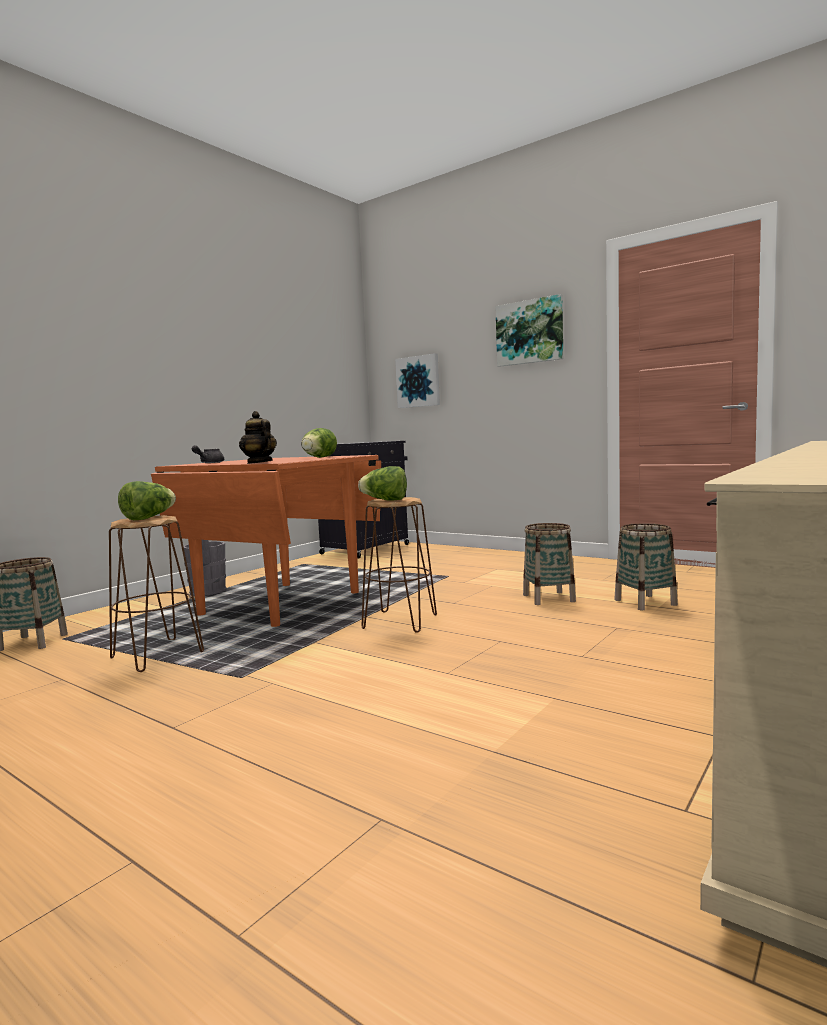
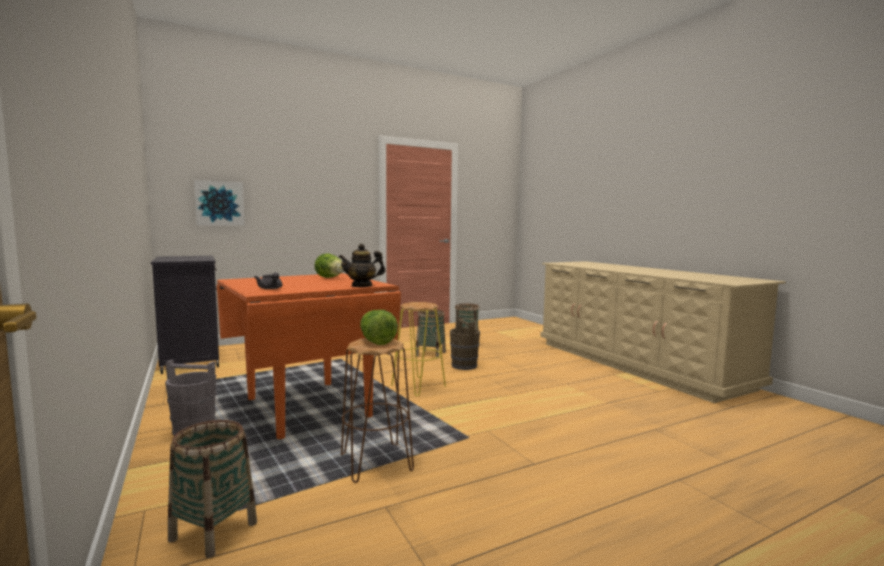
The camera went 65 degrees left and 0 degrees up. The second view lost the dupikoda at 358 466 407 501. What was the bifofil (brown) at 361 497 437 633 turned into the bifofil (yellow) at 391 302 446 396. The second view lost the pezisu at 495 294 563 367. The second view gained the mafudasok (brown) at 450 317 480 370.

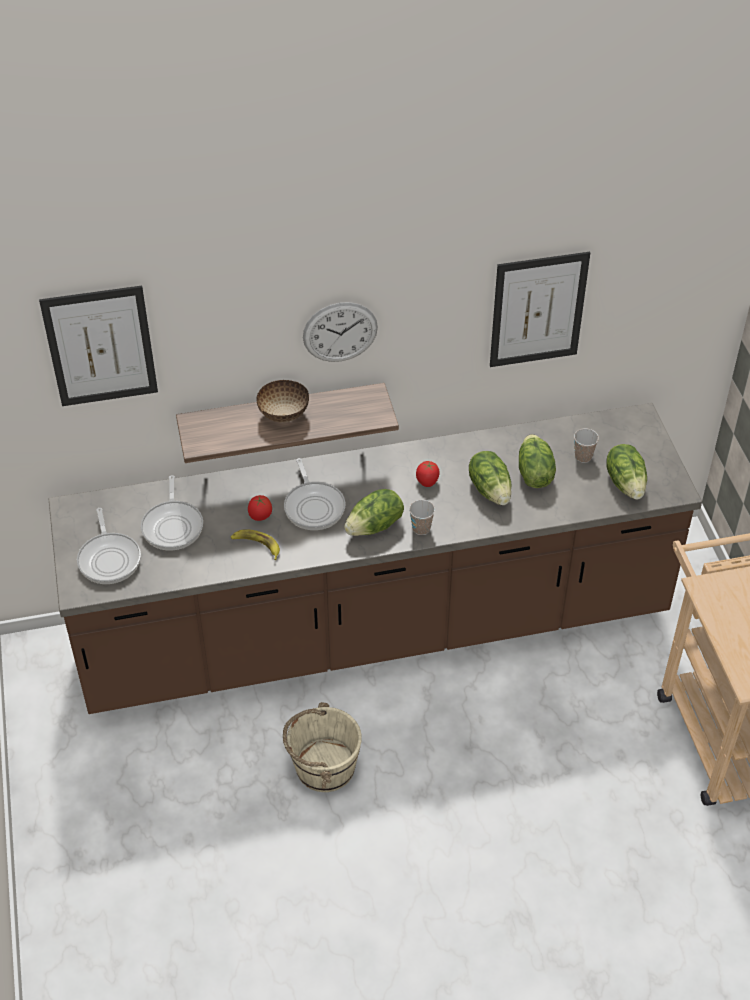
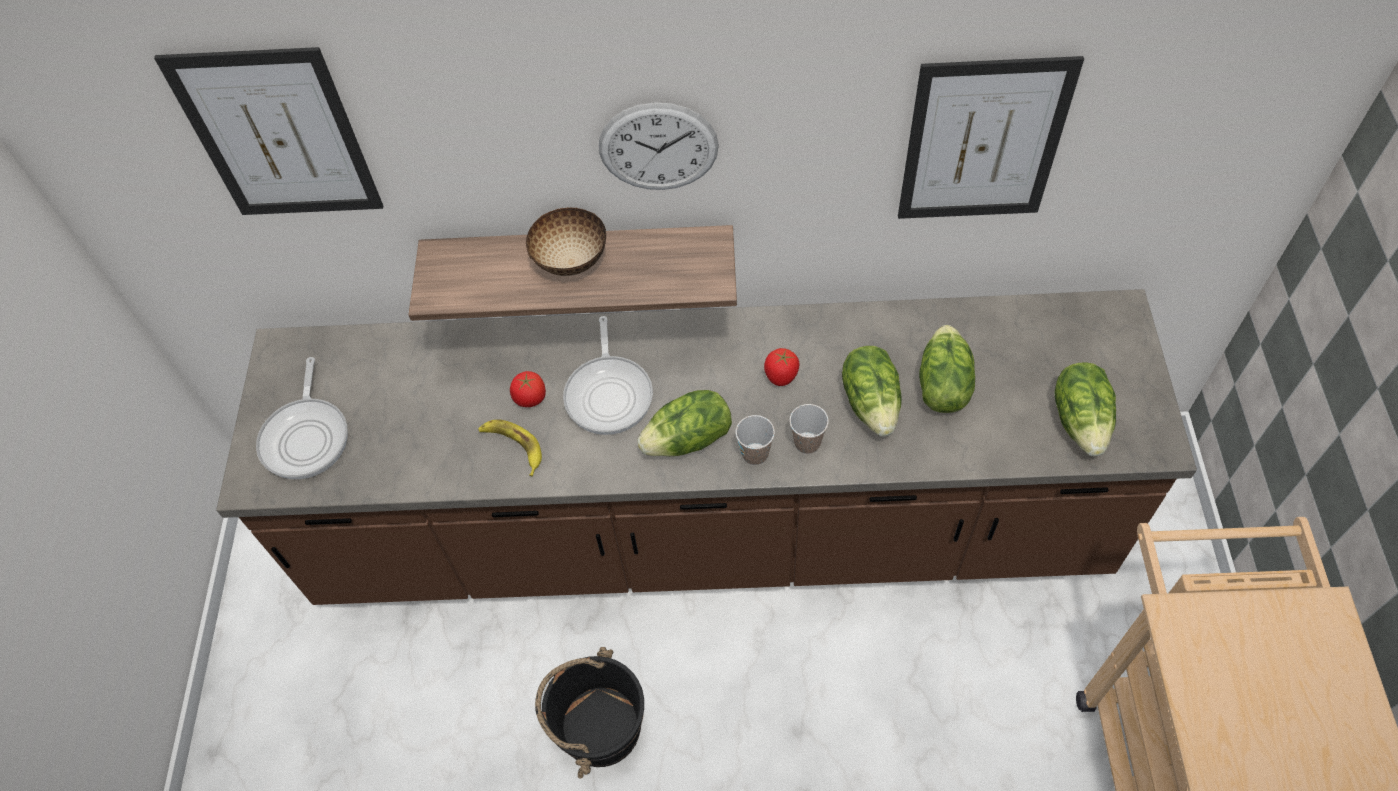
The camera went 15 degrees right and 10 degrees up. The second view lost the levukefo at 141 475 203 550. What was the mafudasok (beige) at 283 702 362 792 turned into the mafudasok (black) at 535 647 644 779. The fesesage ended up elsewhere, having gone from 574 428 599 463 to 789 404 829 454.

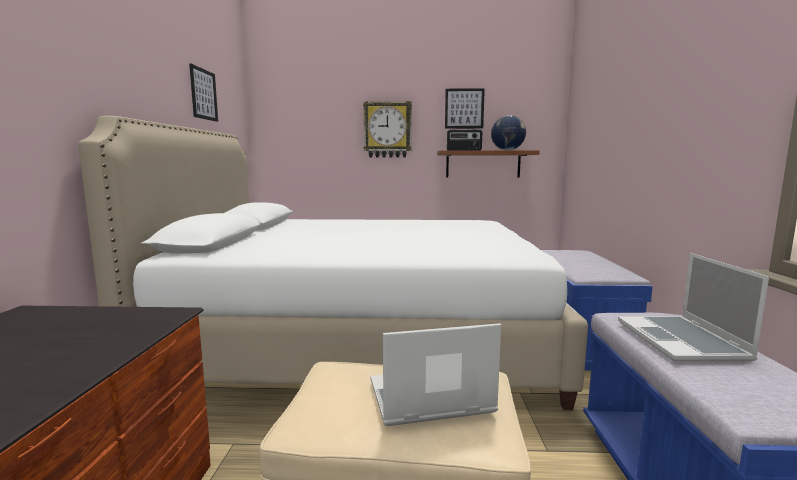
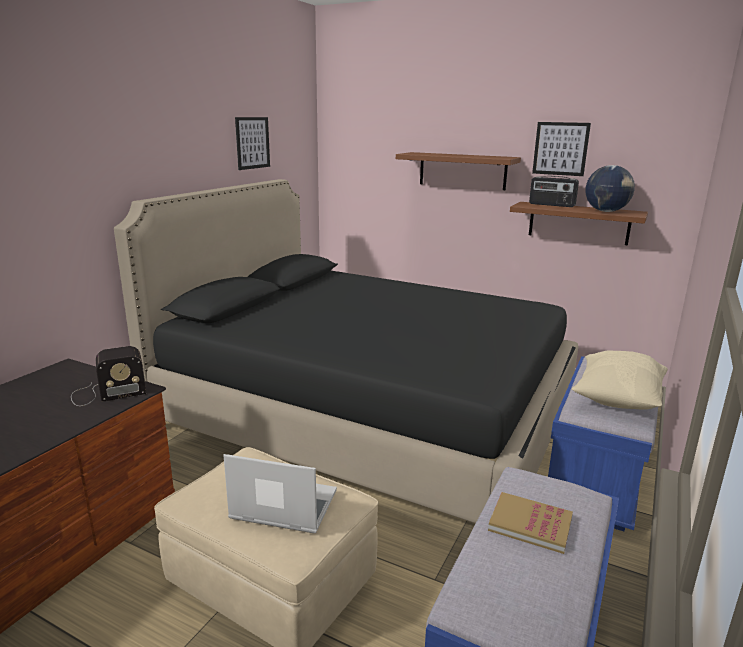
The camera went 25 degrees right and 10 degrees up. What was the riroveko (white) at 78 116 588 410 turned into the riroveko (black) at 114 179 578 523. Where the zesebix hung at 363 101 412 158, the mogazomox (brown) came to hang at 396 152 521 190. Where the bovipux stood at 618 253 769 361, the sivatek came to stand at 488 492 573 554. The second view gained the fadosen at 71 346 146 406. The second view gained the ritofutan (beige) at 572 351 668 410.

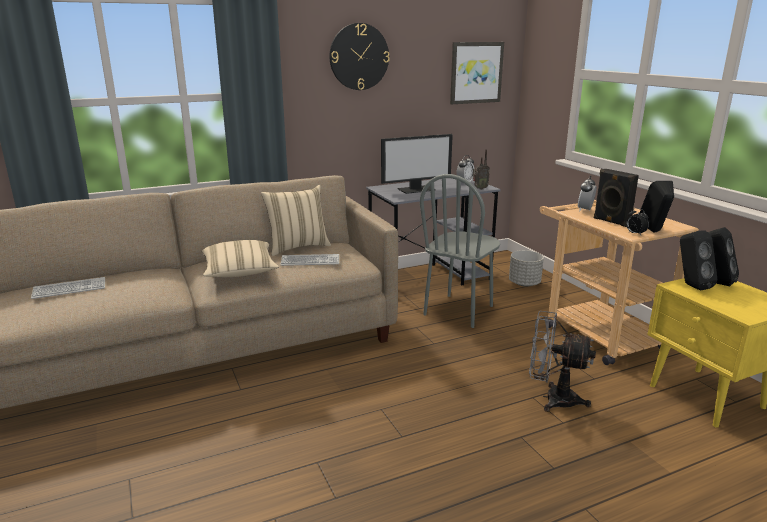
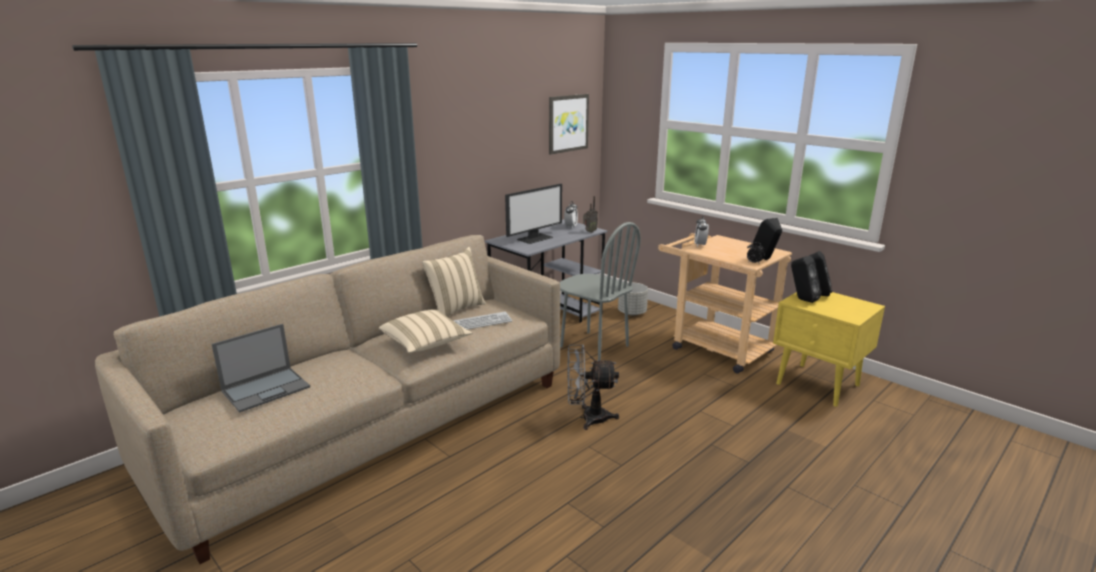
The camera went 20 degrees left and 0 degrees up. Where the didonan stood at 31 277 105 299, the bovipux came to stand at 212 324 310 412. The second view lost the zesebix at 329 23 390 90. The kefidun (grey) at 420 174 500 328 ended up facing another way, 60 degrees counterclockwise from before. The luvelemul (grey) ended up elsewhere, having gone from 529 311 596 412 to 567 345 619 430. The second view lost the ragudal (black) at 594 169 639 227.

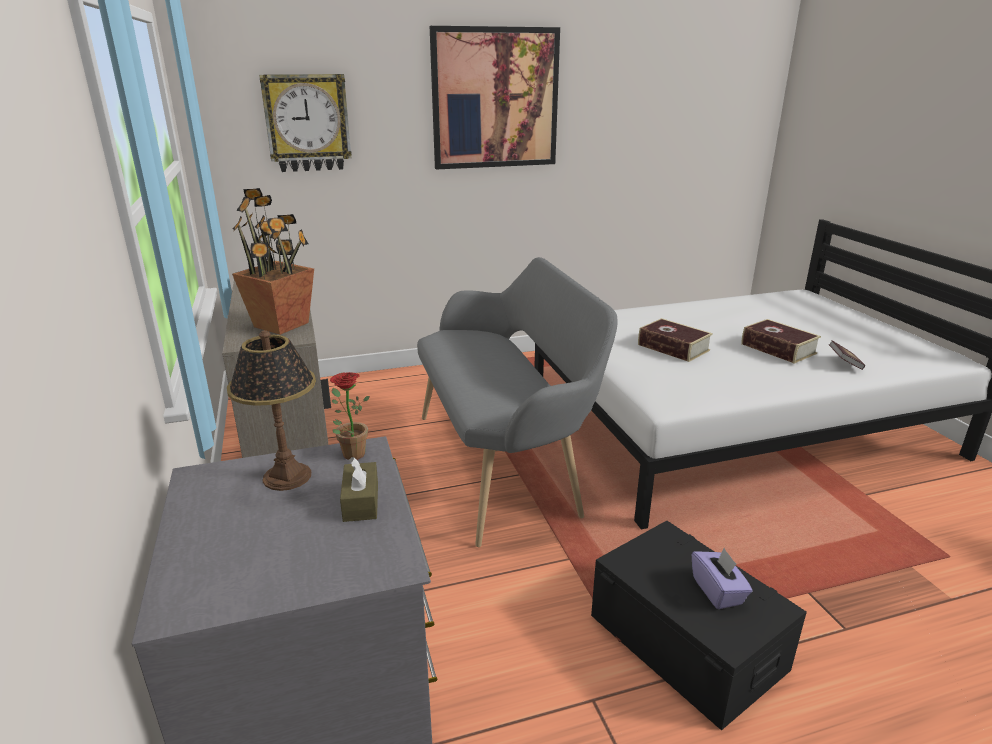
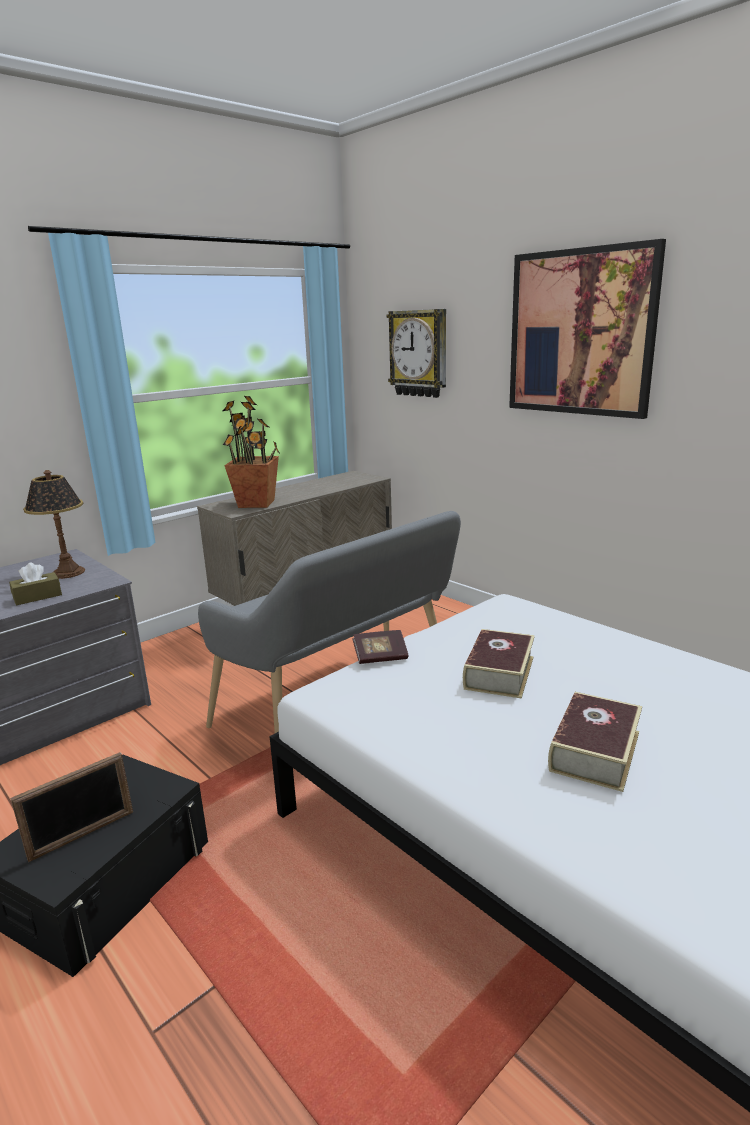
The camera went 65 degrees right and 5 degrees down. The second view lost the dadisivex at 330 372 370 460. Where the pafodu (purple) stood at 692 548 753 609, the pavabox came to stand at 10 752 133 862. The sivatek ended up elsewhere, having gone from 829 340 865 370 to 353 630 409 664.

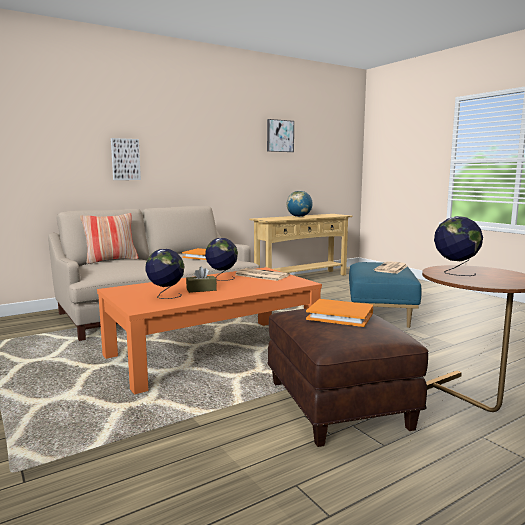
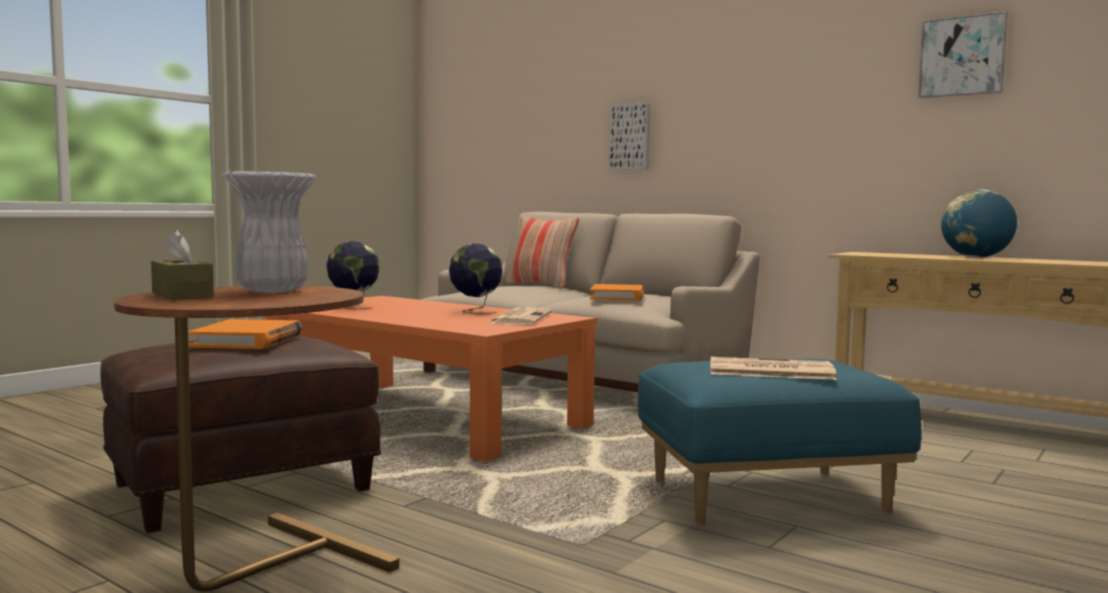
The camera went 70 degrees right and 5 degrees down. The pafodu (brown) ended up elsewhere, having gone from 186 267 217 293 to 151 230 214 300. Where the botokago stood at 434 216 483 276, the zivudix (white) came to stand at 223 171 316 293.

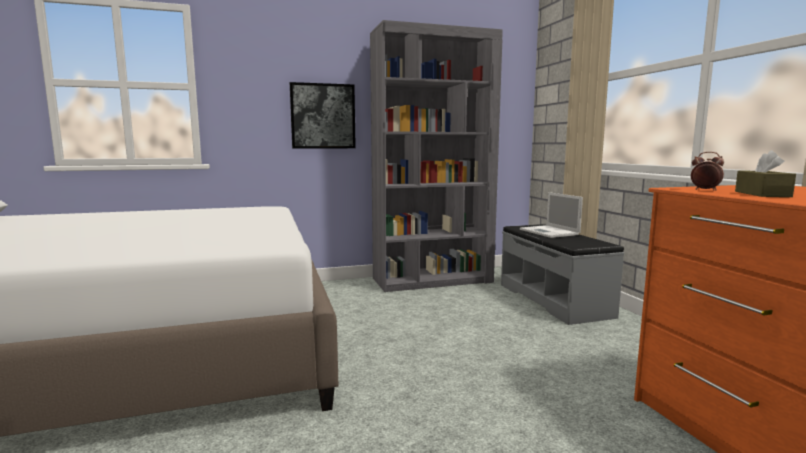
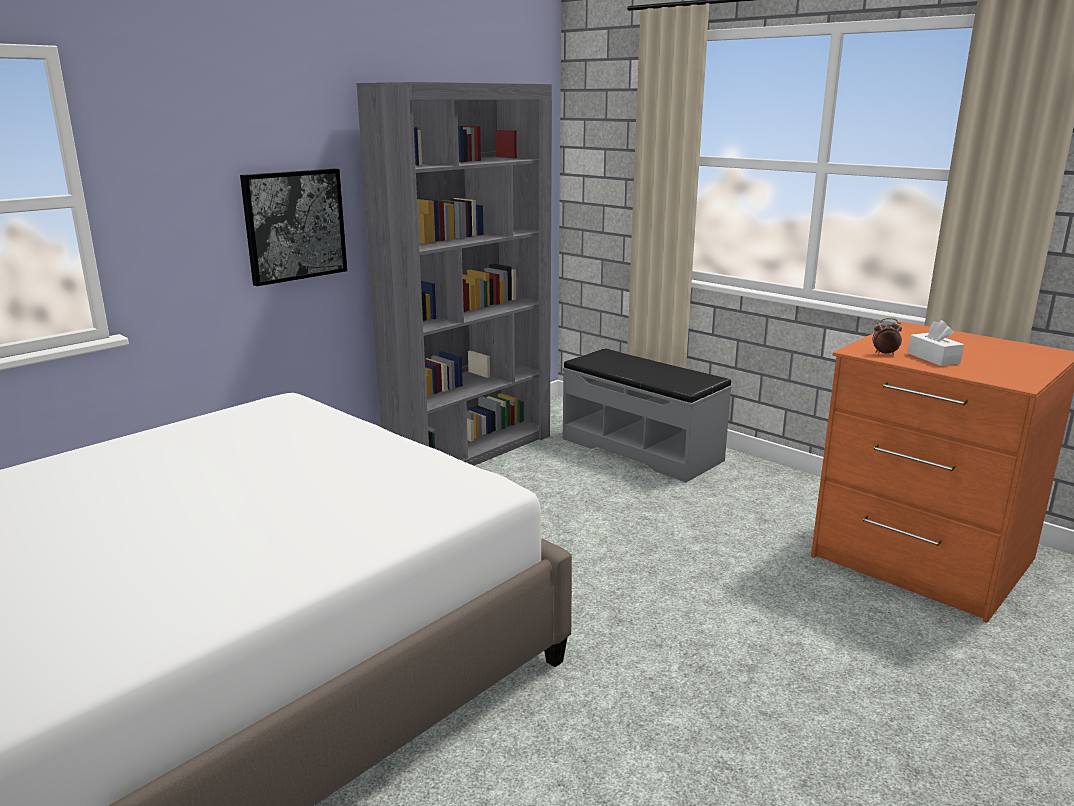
The camera went 30 degrees left and 10 degrees up. The second view lost the bovipux at 520 192 583 238. What was the pafodu (brown) at 735 150 796 197 turned into the pafodu (white) at 908 320 964 366.

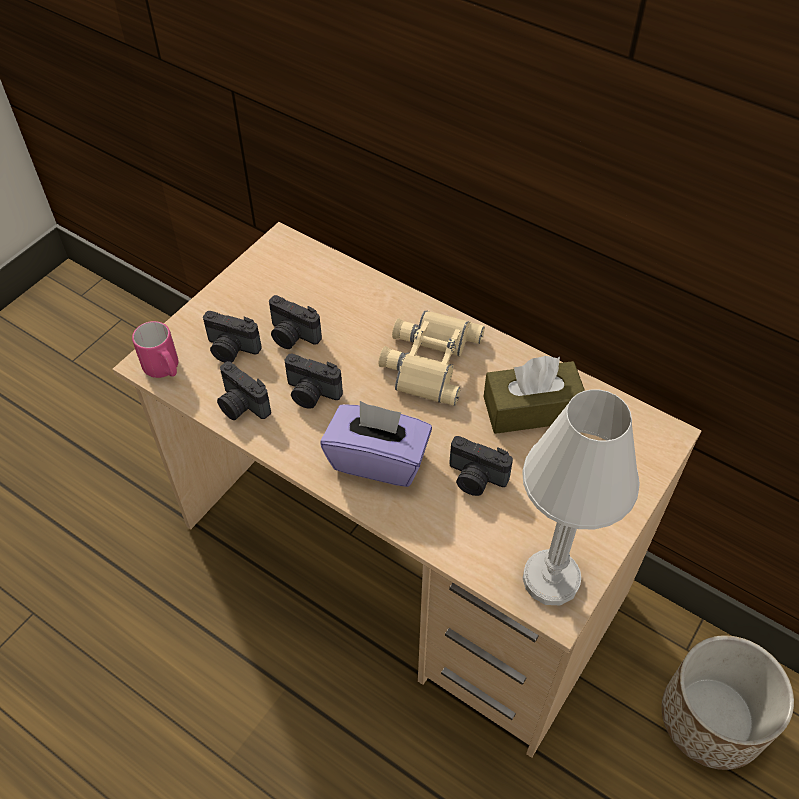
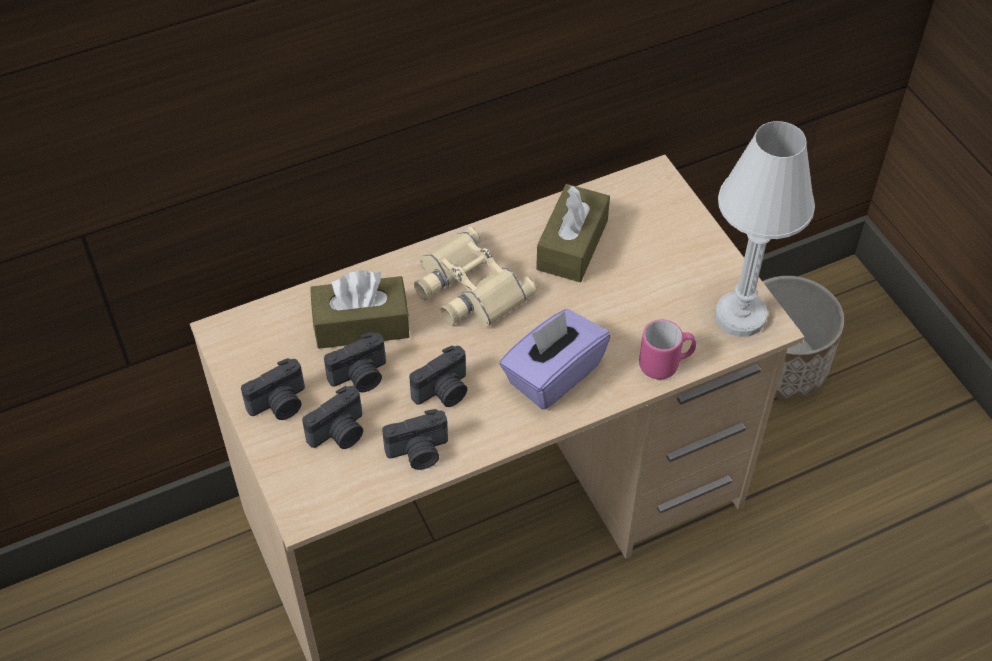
The camera went 60 degrees left and 0 degrees up. The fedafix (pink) ended up elsewhere, having gone from 132 321 178 378 to 639 320 696 380. The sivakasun ended up elsewhere, having gone from 449 436 513 496 to 241 358 305 420. The second view gained the pafodu (brown) at 310 270 409 349.

